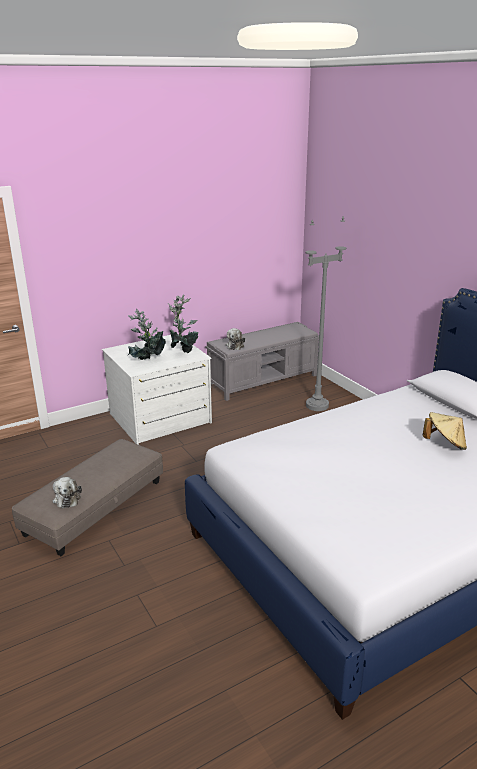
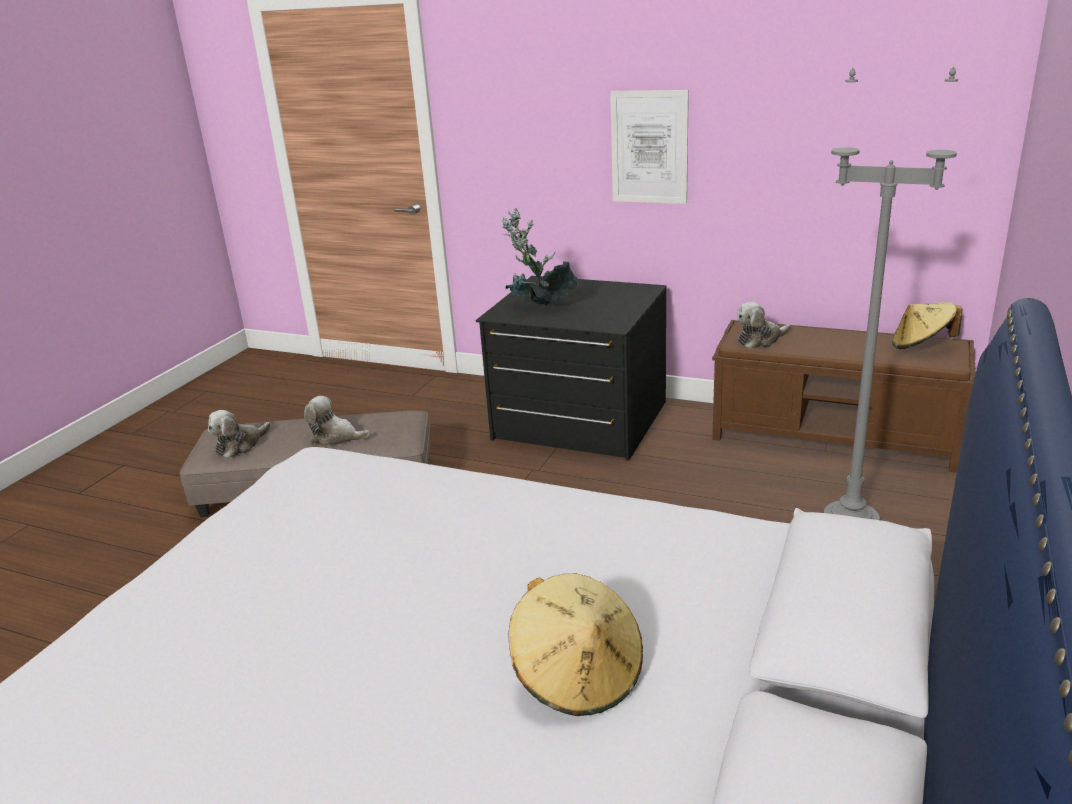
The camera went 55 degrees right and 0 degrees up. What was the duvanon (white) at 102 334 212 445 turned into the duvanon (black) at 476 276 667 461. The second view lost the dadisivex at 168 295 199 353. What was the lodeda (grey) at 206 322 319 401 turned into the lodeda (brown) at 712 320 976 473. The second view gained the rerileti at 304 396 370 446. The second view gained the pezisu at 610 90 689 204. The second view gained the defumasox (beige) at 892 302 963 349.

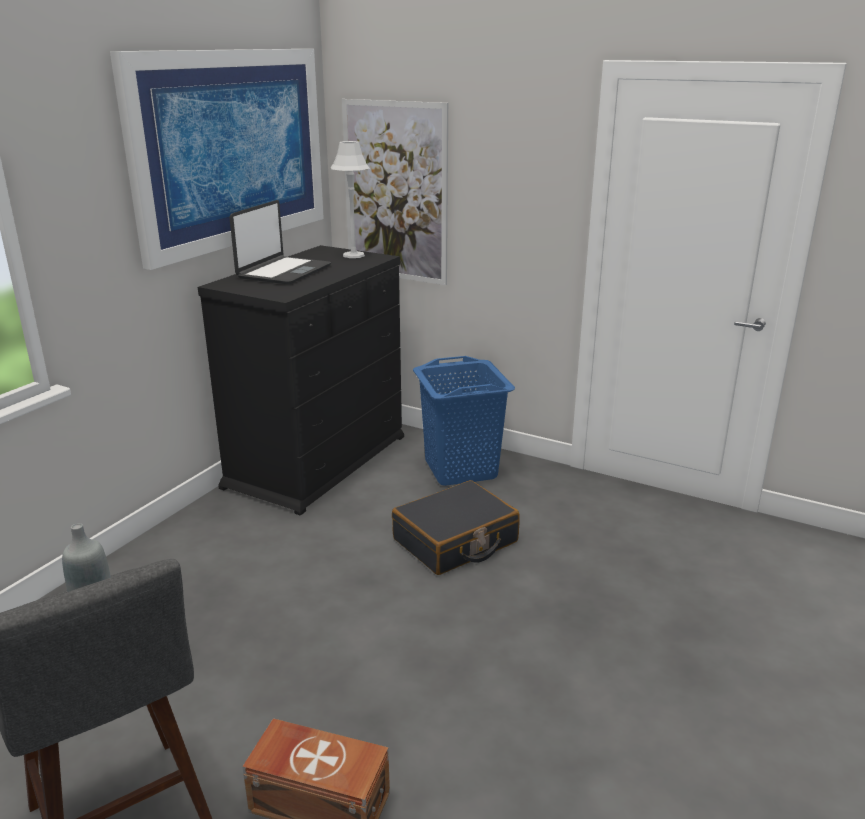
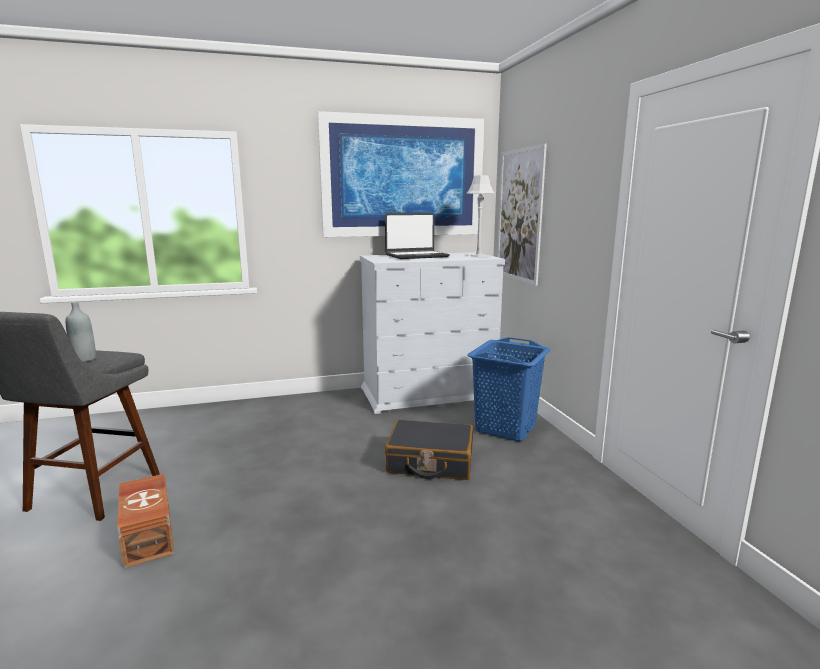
The camera went 45 degrees right and 10 degrees down. What was the duvanon (black) at 198 245 404 516 turned into the duvanon (white) at 360 252 505 414.

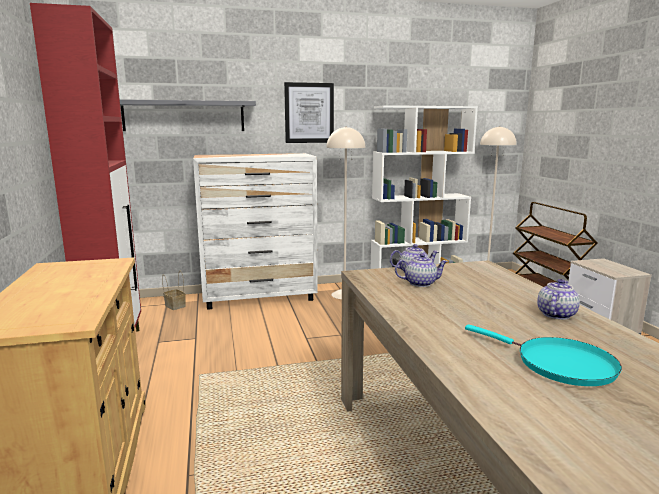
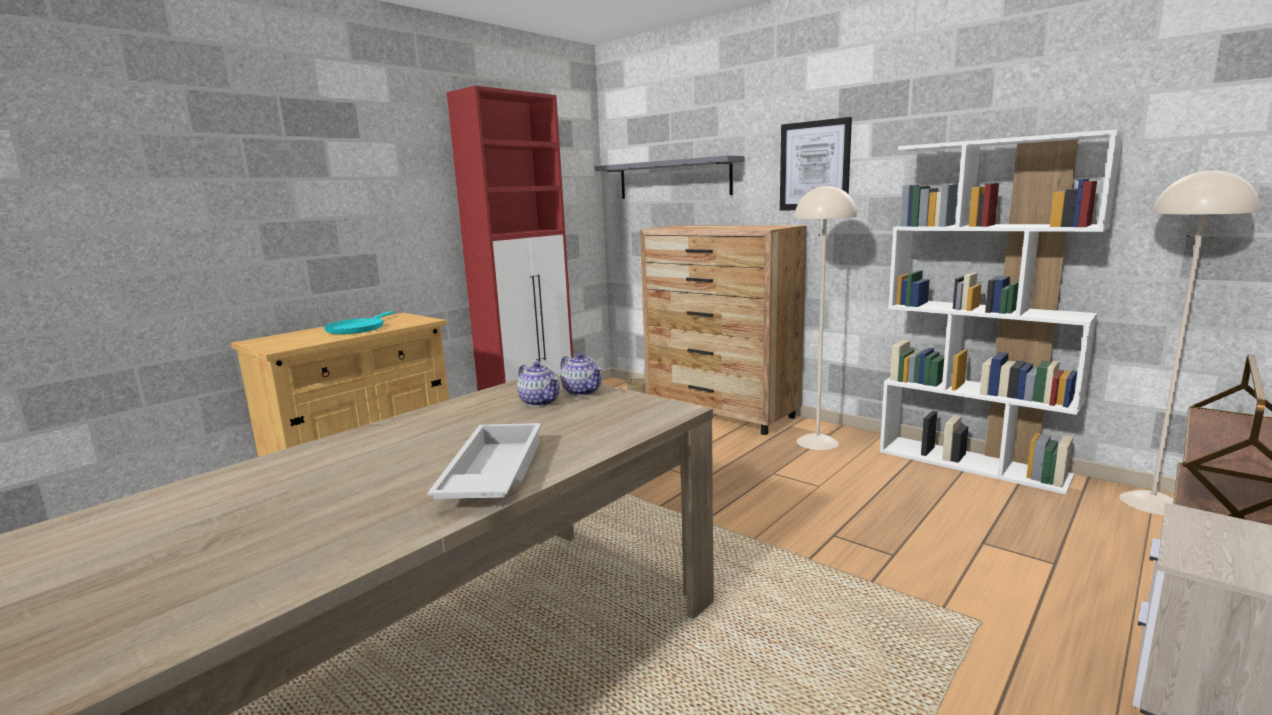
The camera went 55 degrees right and 0 degrees up. What was the duvanon (white) at 193 153 318 310 turned into the duvanon (brown) at 640 225 806 435. The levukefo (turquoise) ended up elsewhere, having gone from 465 324 622 386 to 324 311 393 334. Where the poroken stood at 537 279 580 320, the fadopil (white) came to stand at 427 423 541 499.

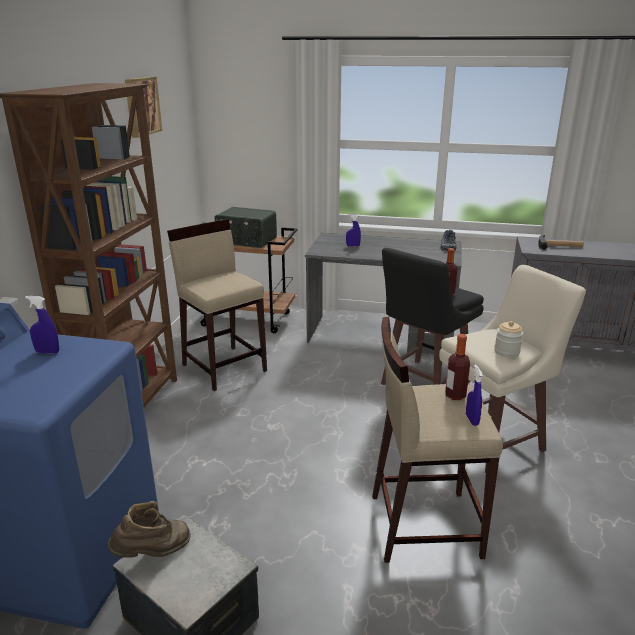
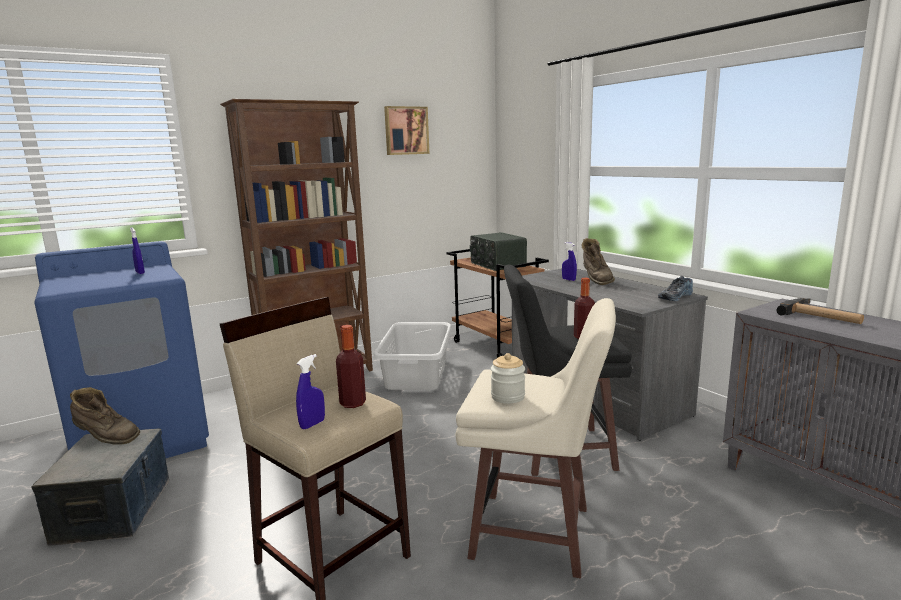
The camera went 45 degrees right and 10 degrees down. Where the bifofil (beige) stood at 167 219 267 391, the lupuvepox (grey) came to stand at 373 322 452 390. The second view gained the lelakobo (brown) at 582 238 615 285.

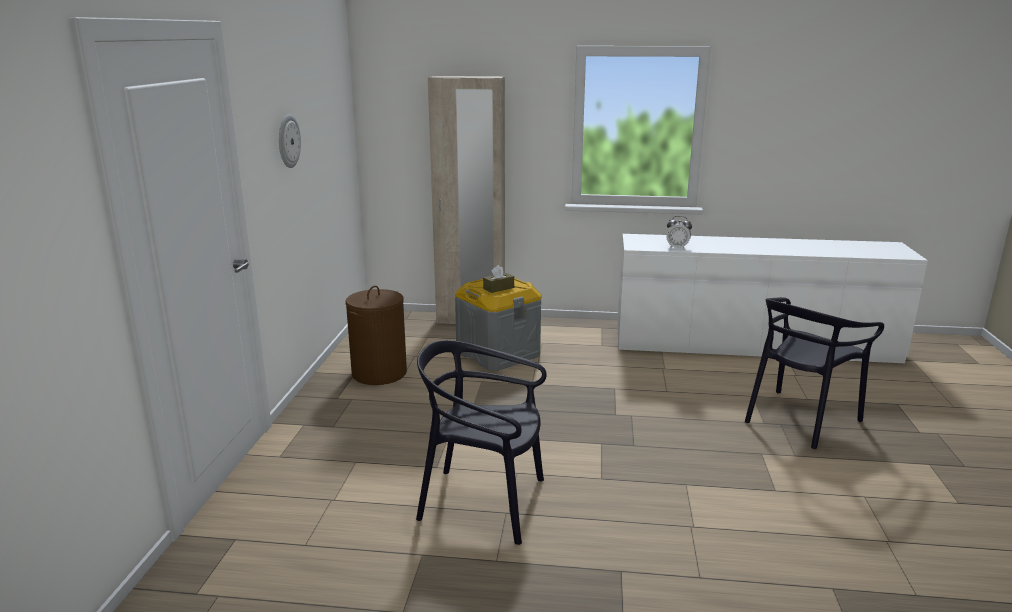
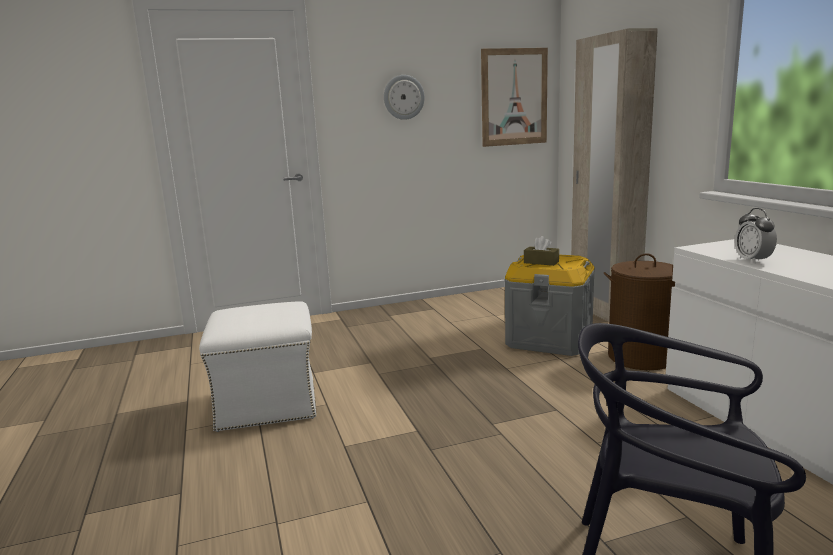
The camera went 65 degrees right and 5 degrees down. The lupuvepox (brown) ended up elsewhere, having gone from 346 286 407 385 to 604 253 675 370. Where the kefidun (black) stood at 416 340 547 545, the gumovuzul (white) came to stand at 199 301 317 432. The second view gained the pezisu at 481 48 548 147.

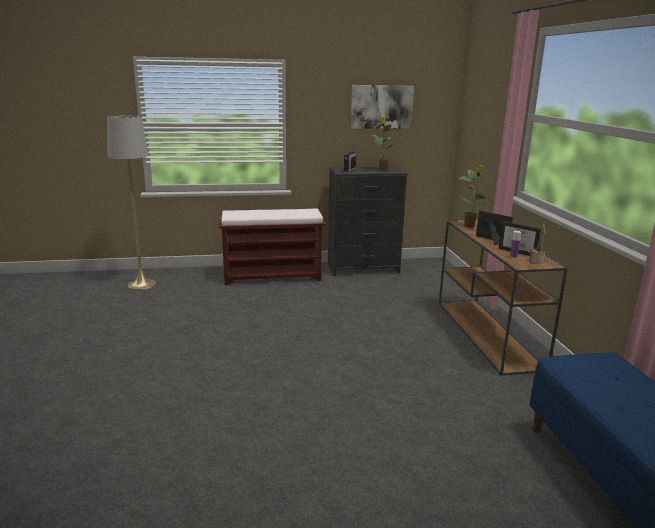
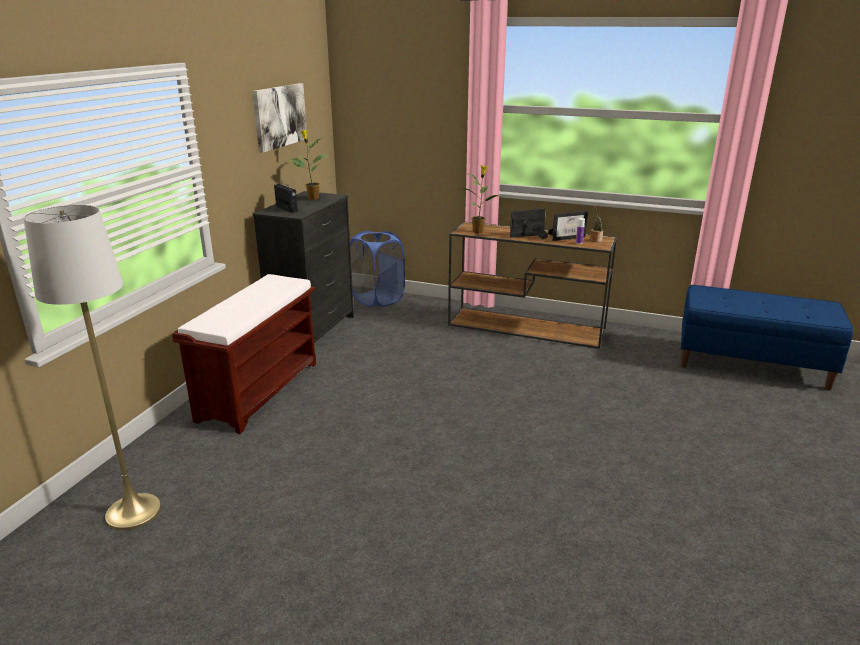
The camera went 60 degrees left and 5 degrees up. The second view gained the lupuvepox (blue) at 350 231 405 307.

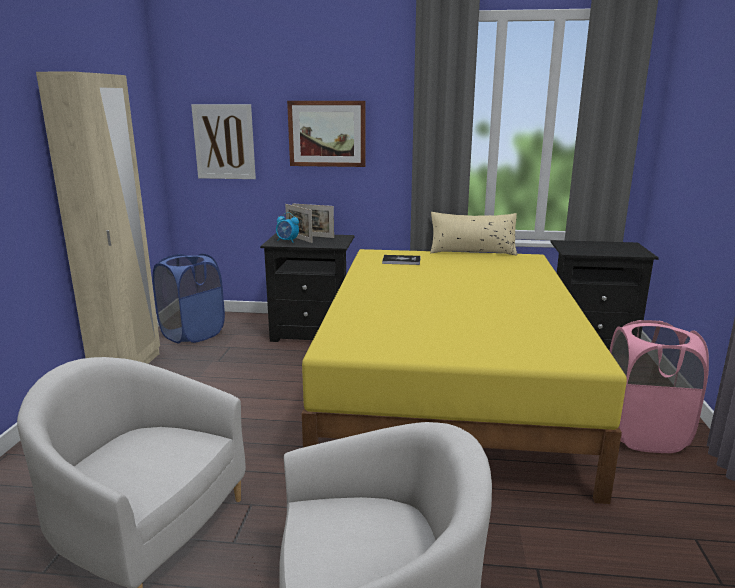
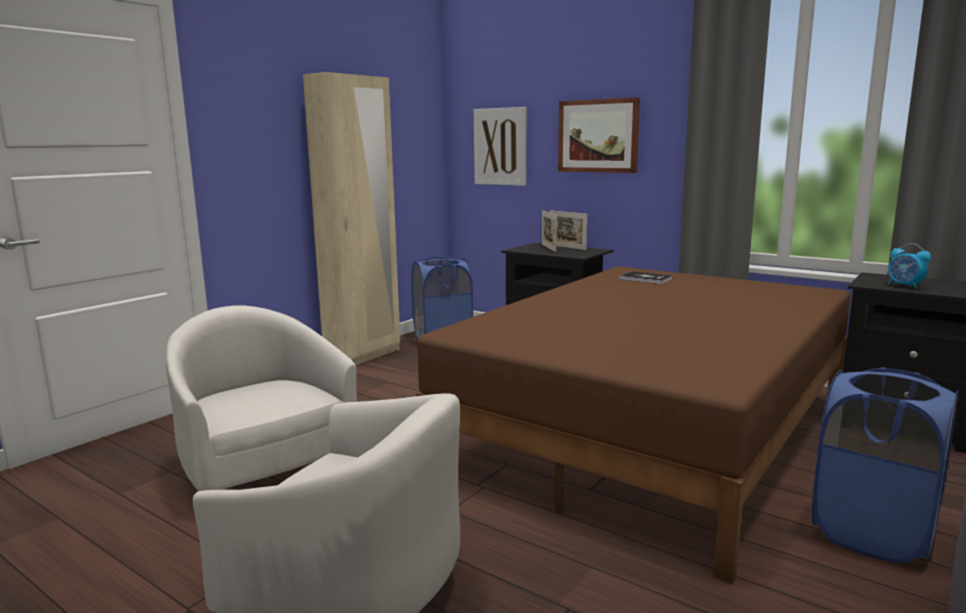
The camera went 30 degrees right and 5 degrees down. The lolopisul ended up elsewhere, having gone from 276 212 299 243 to 887 243 931 289. What was the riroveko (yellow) at 302 249 627 504 turned into the riroveko (brown) at 416 266 851 584. The second view lost the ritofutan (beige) at 430 212 517 256. What was the lupuvepox (pink) at 610 320 709 453 turned into the lupuvepox (blue) at 812 368 958 563.

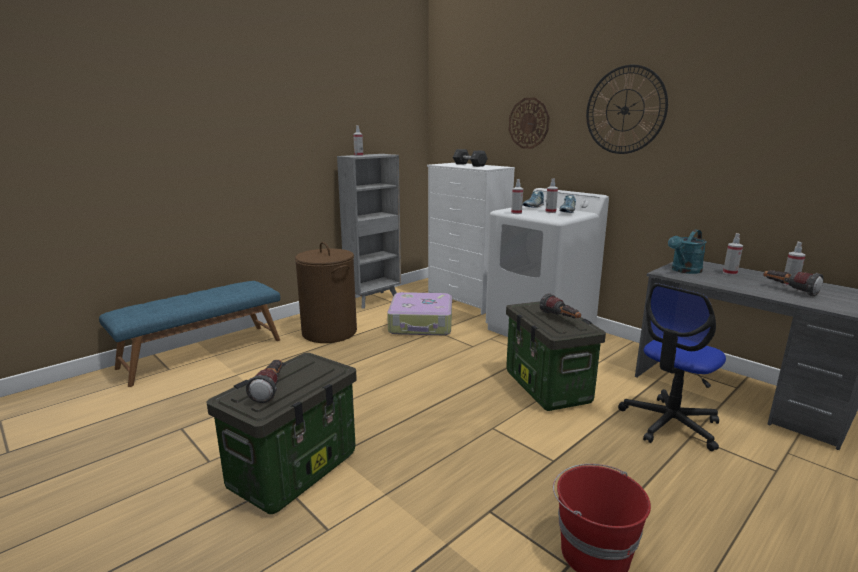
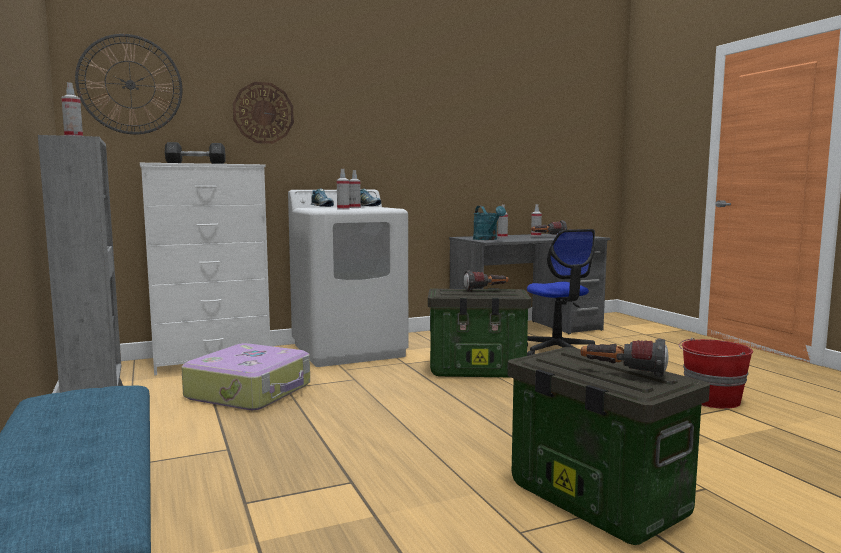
The camera went 70 degrees left and 10 degrees down. The second view lost the lupuvepox (brown) at 295 242 357 343. The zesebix ended up elsewhere, having gone from 586 65 668 154 to 75 34 182 134.

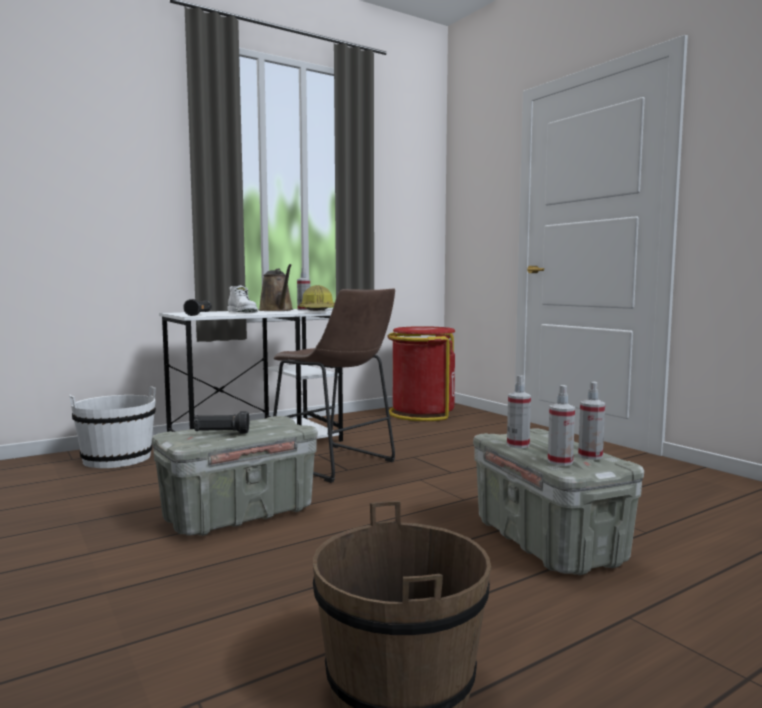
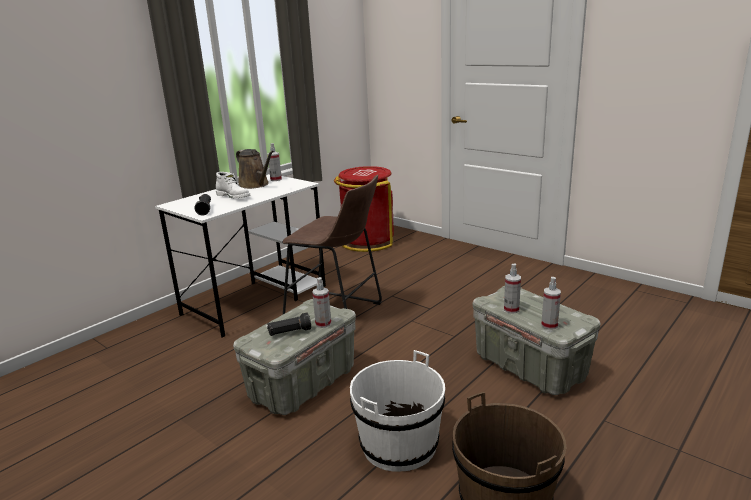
The camera went 15 degrees left and 15 degrees up. The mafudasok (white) ended up elsewhere, having gone from 69 386 156 468 to 350 350 445 471. The second view lost the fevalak at 299 285 335 311. The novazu ended up elsewhere, having gone from 578 382 605 460 to 312 277 331 328.

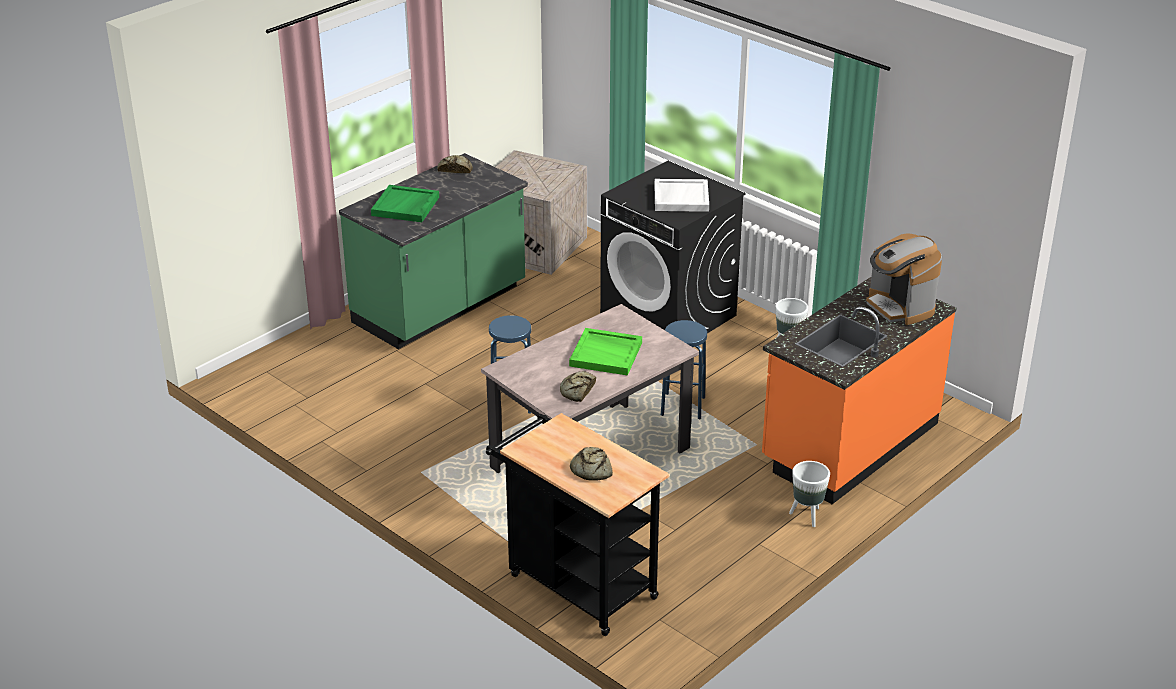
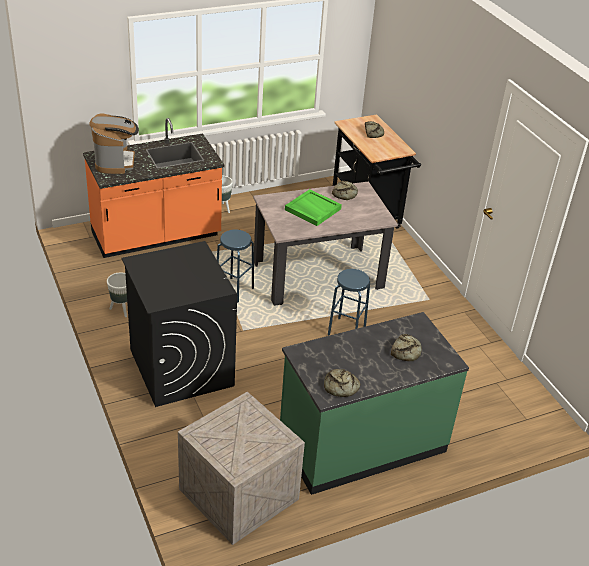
The camera went 160 degrees left and 5 degrees up. Where the fadopil (green) stood at 371 185 439 222, the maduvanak came to stand at 391 334 422 361. The second view lost the fadopil (white) at 655 179 709 212.

